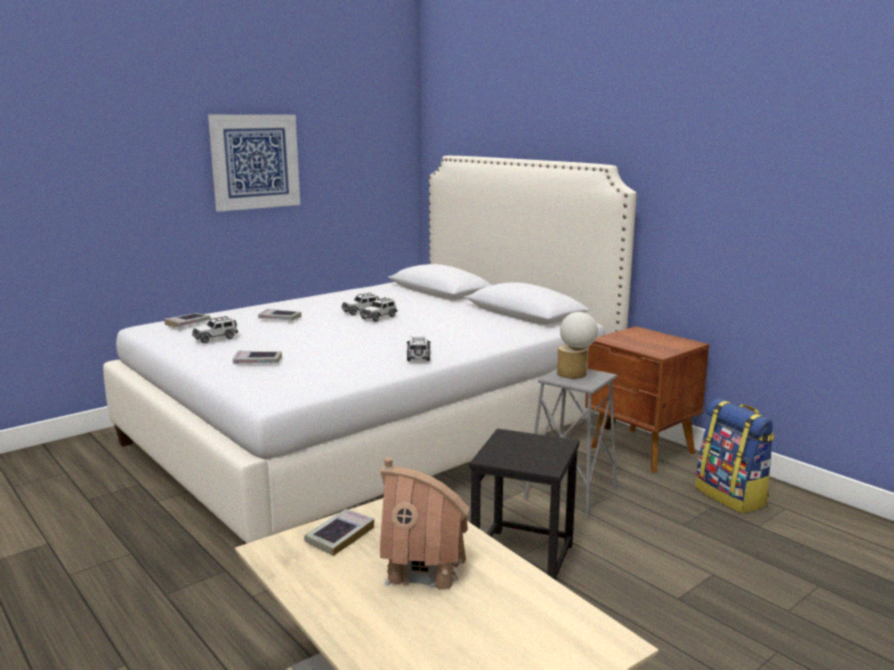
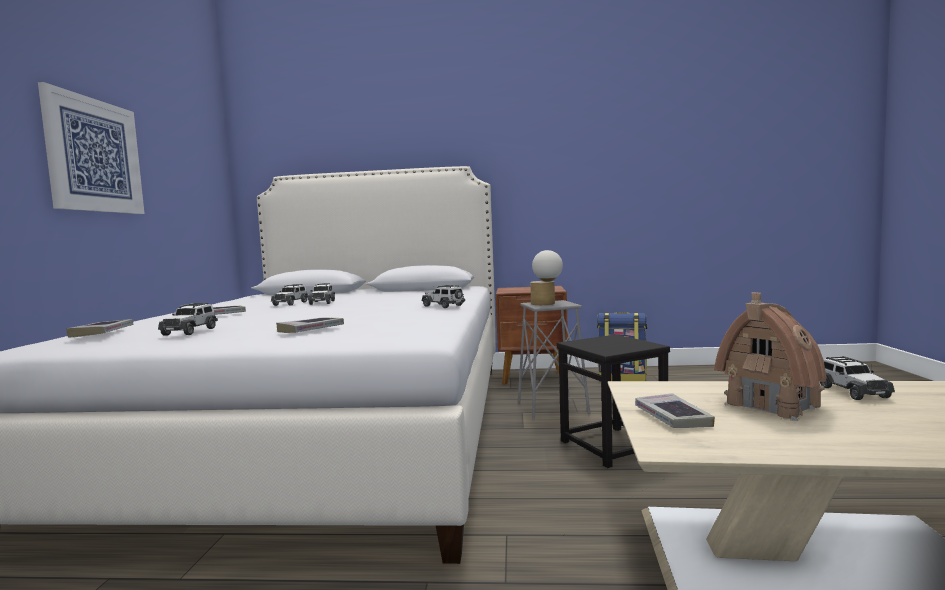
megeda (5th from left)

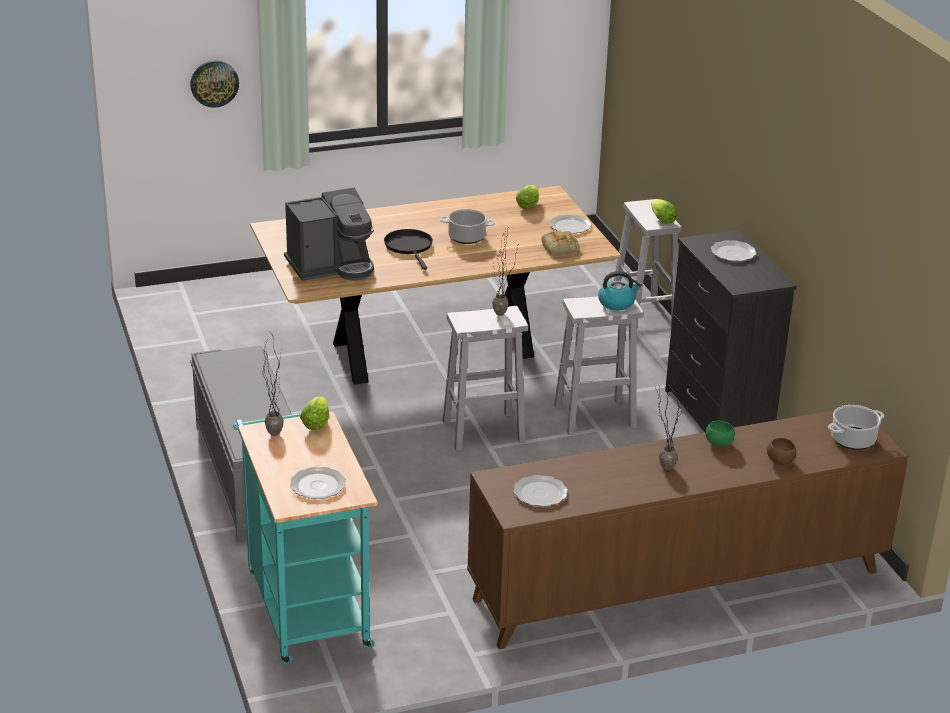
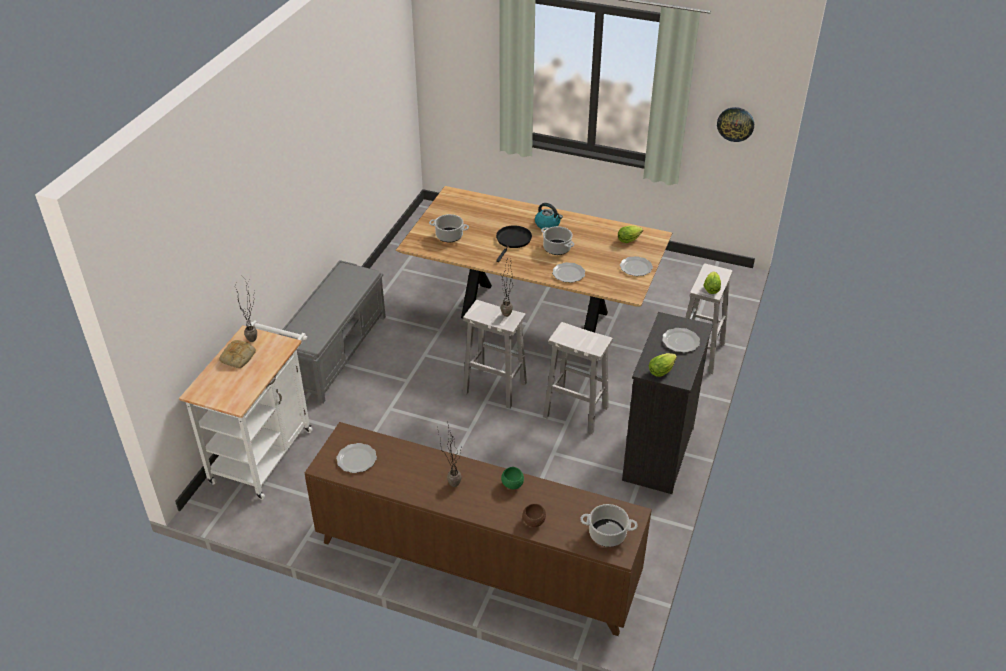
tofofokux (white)
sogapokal
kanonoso (1st from left)
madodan
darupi (2nd from left)
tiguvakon (2nd from left)
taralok

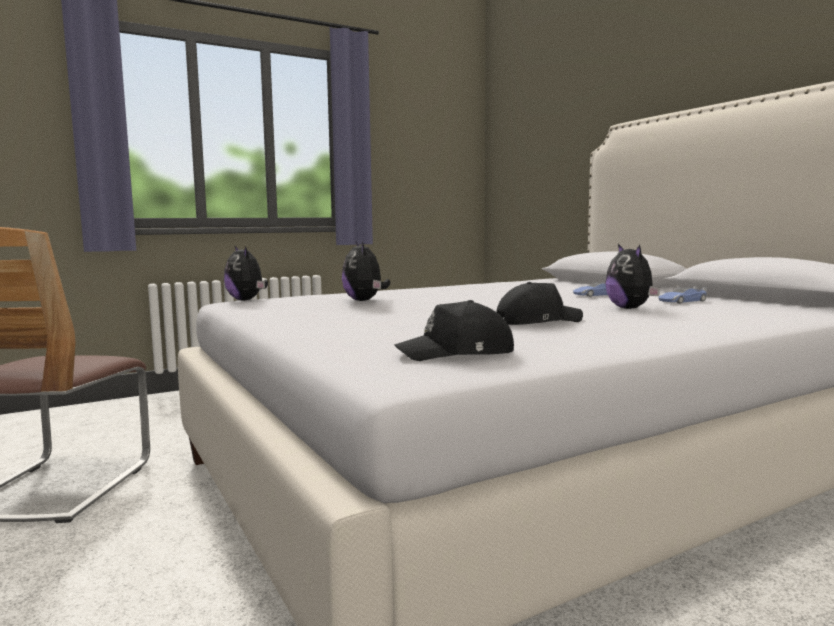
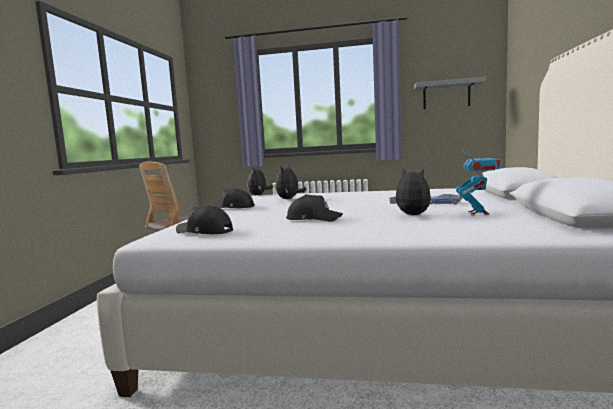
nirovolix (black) (2nd from left)
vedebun (3rd from left)
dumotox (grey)
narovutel

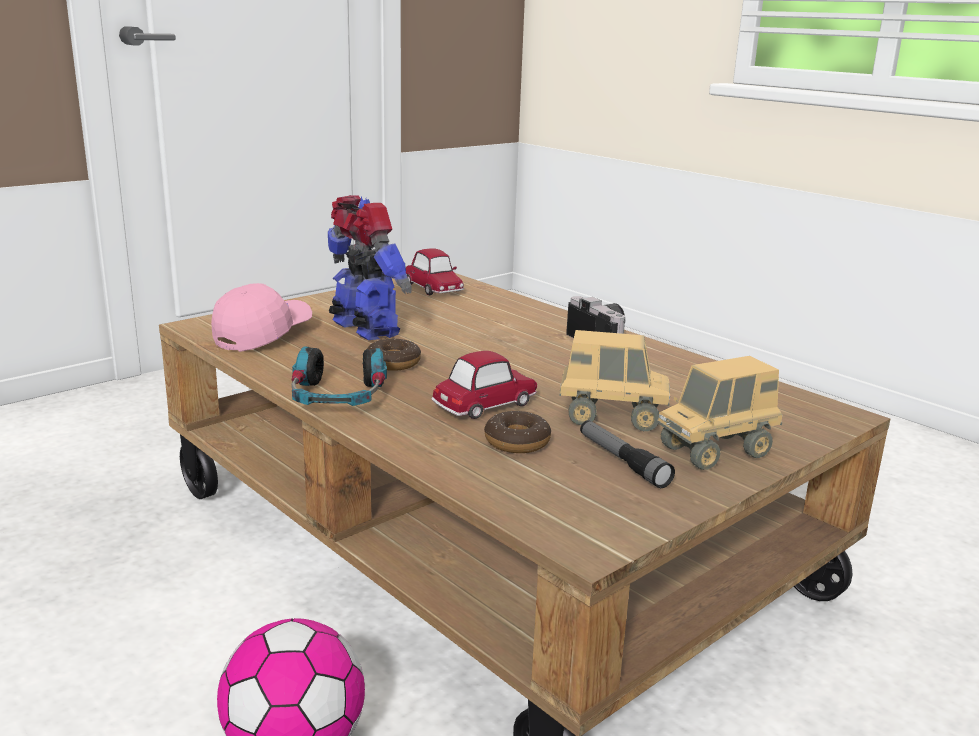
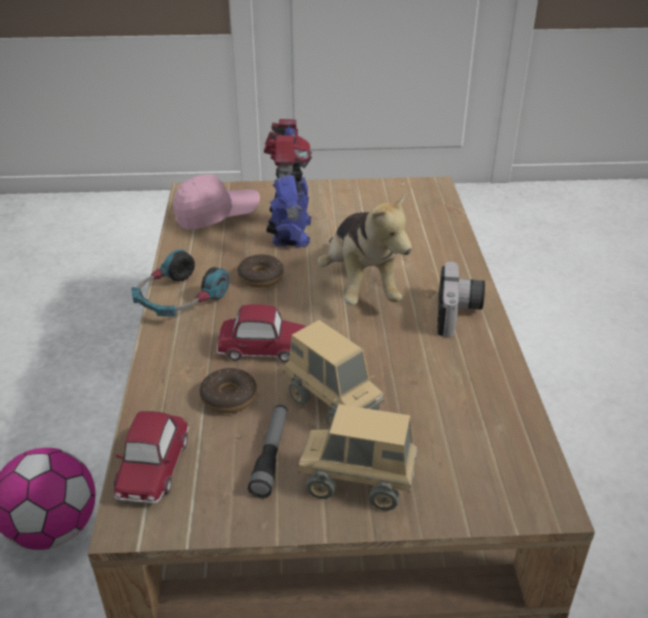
megeda (1st from left)
vedebun

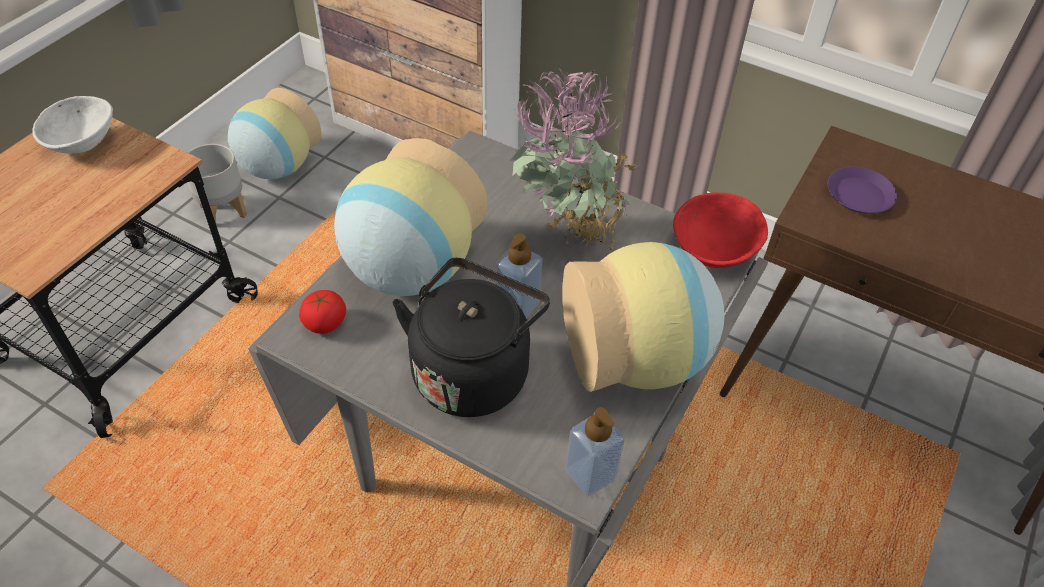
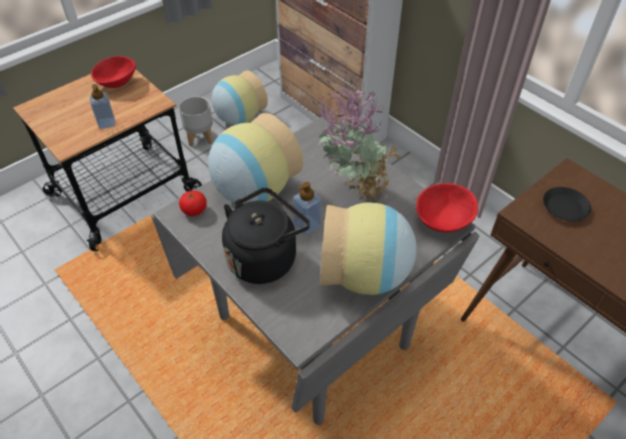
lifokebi (1st from left)
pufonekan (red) (1st from left)
darupi (black)

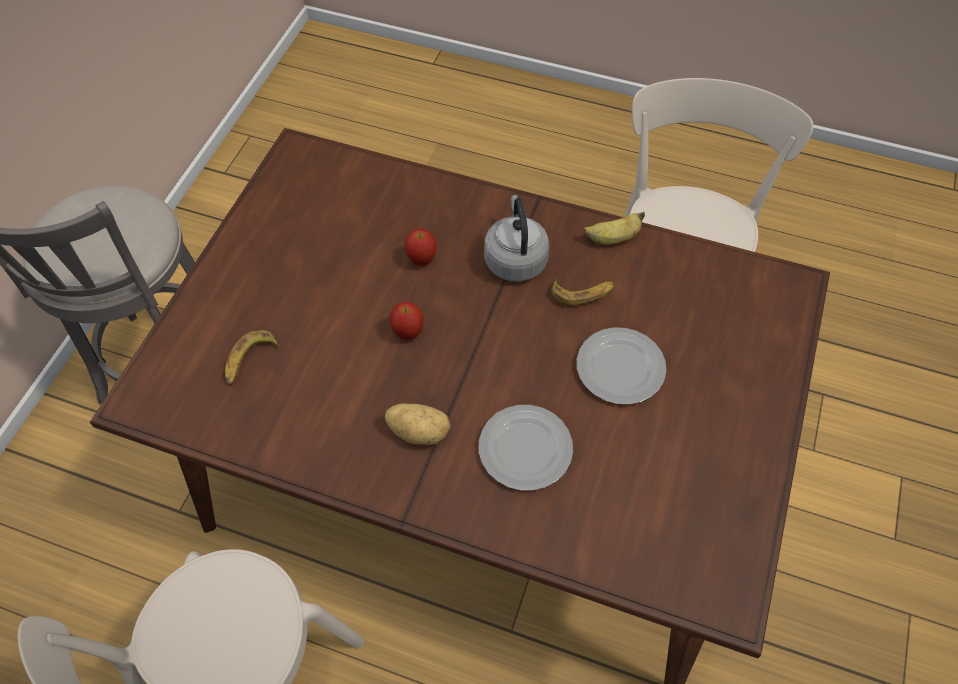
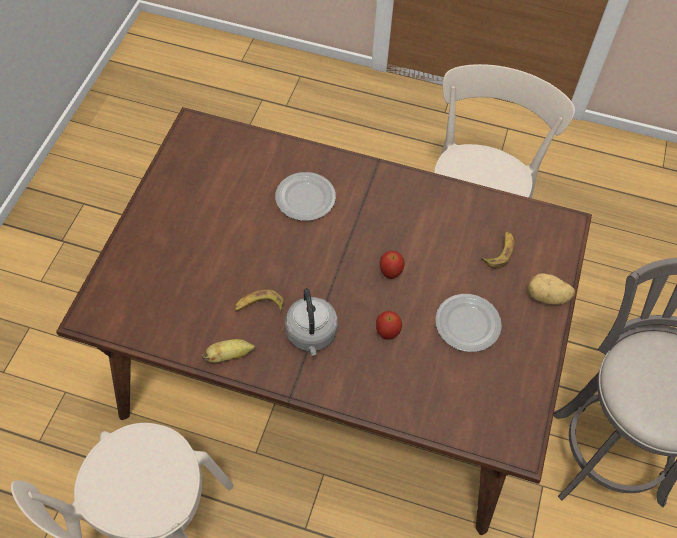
darupi (2nd from left)
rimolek

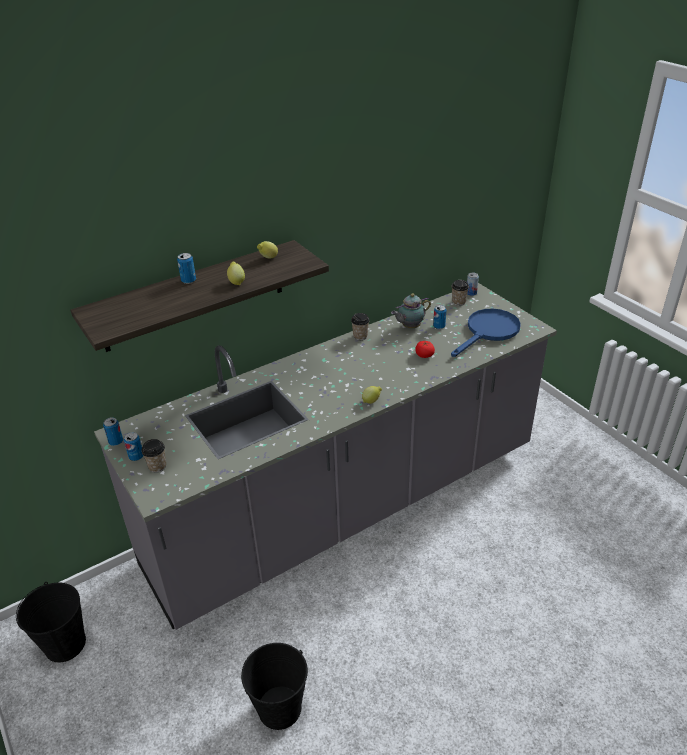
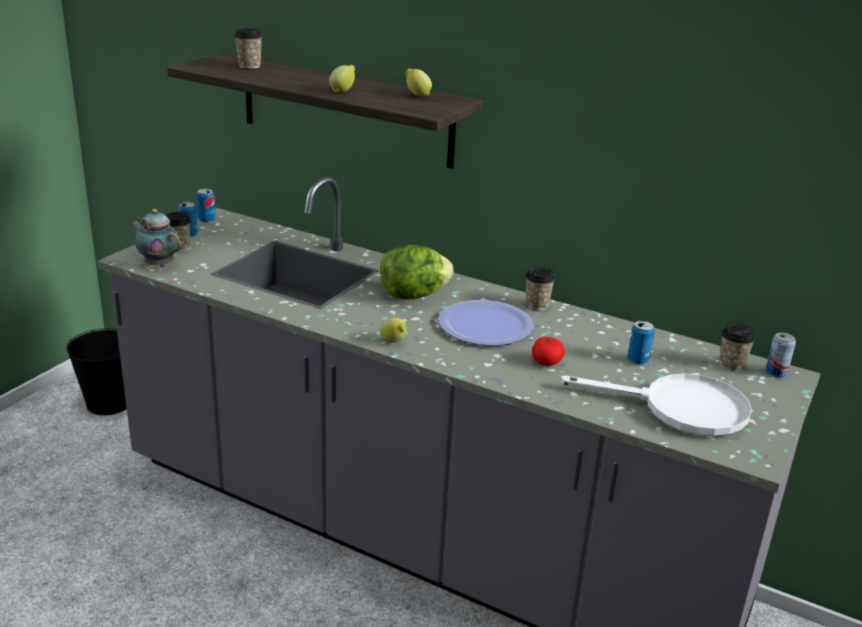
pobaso
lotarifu (2nd from left)
tiguvakon
darupi
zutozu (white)
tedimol (3rd from left in the first image)
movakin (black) (2nd from left in the first image)

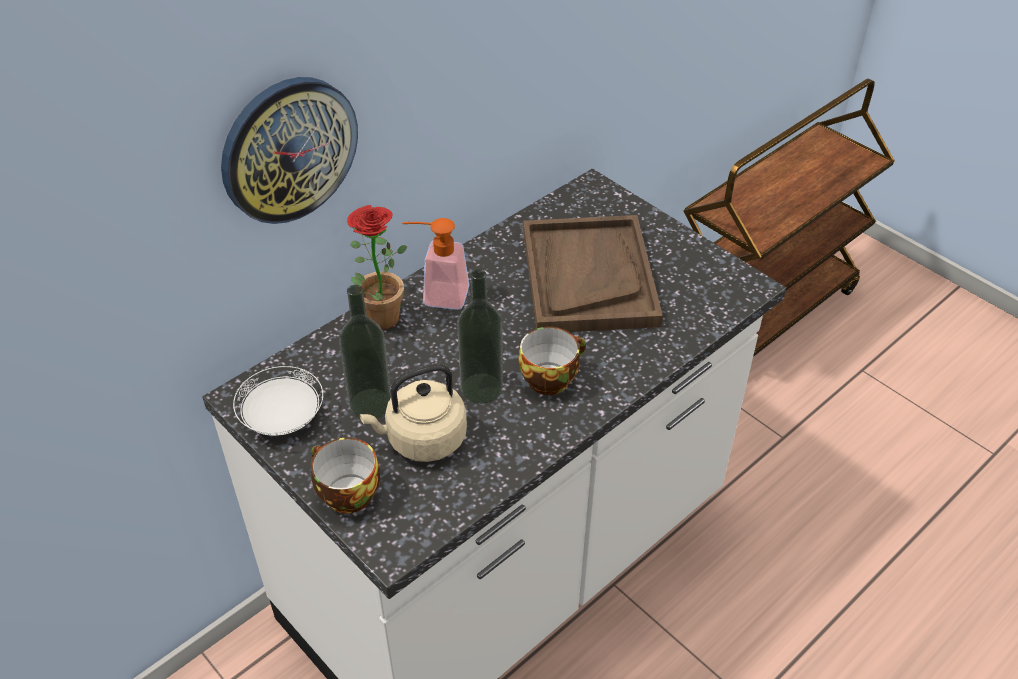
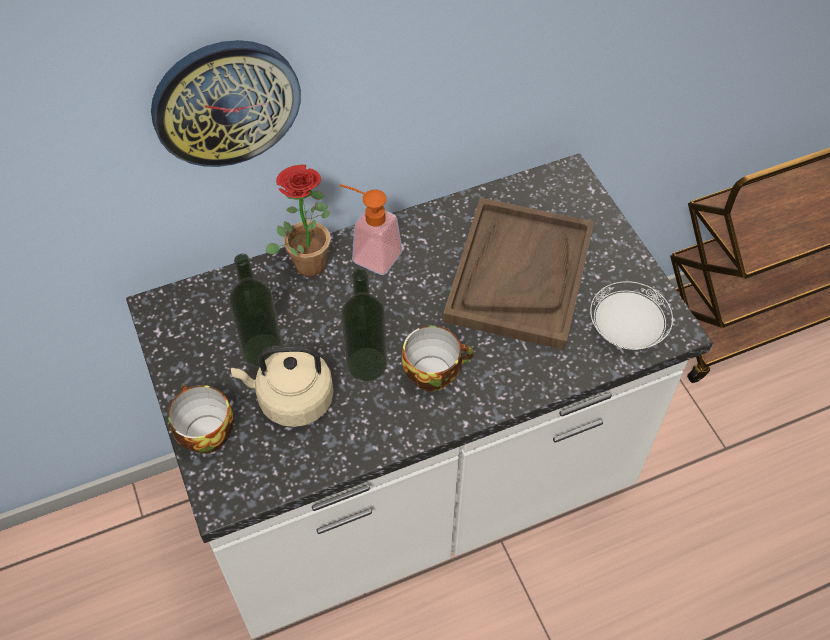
darupi (white)

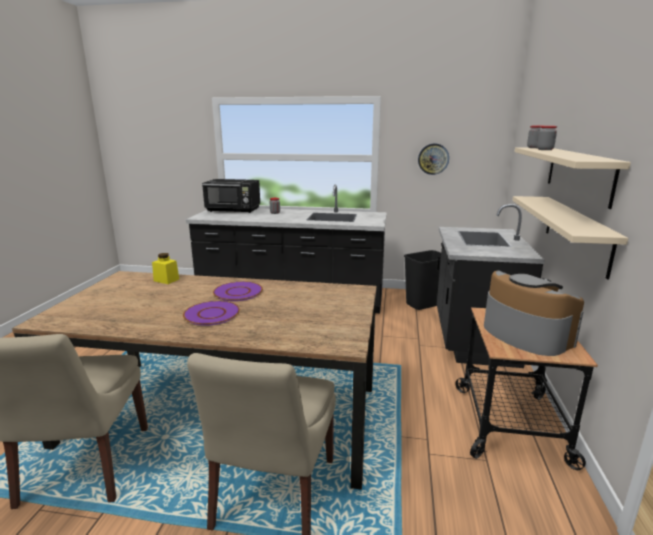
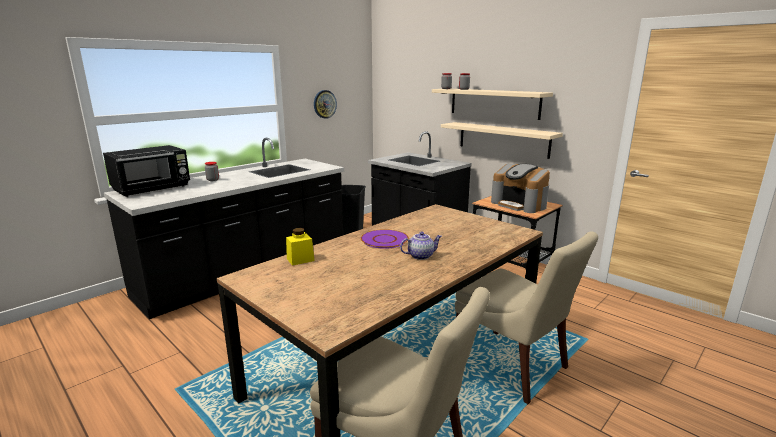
pobaso
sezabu

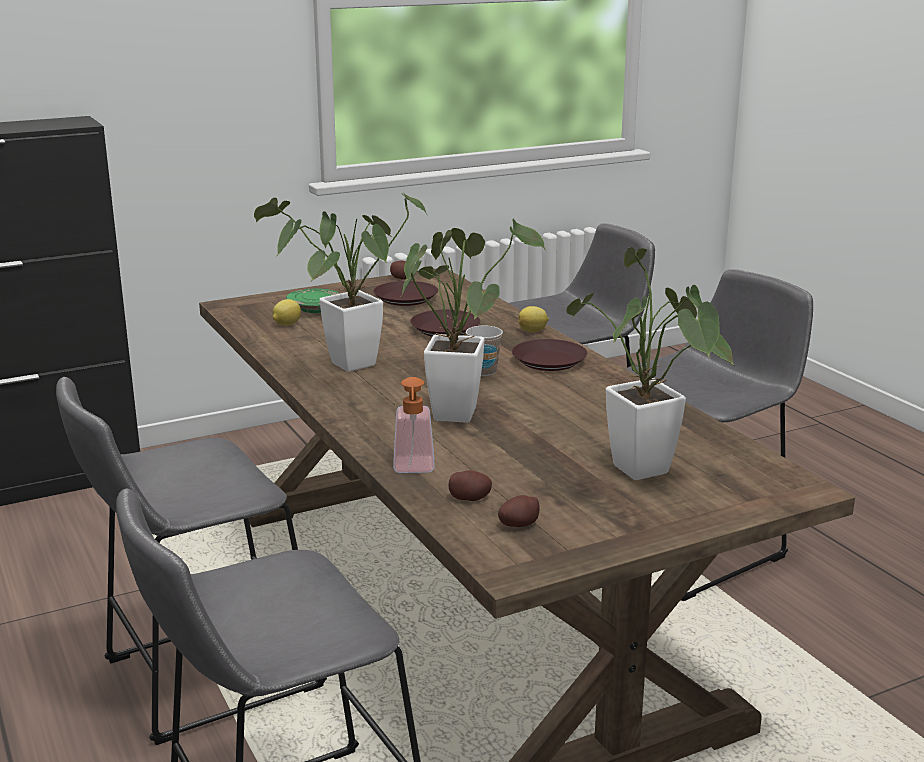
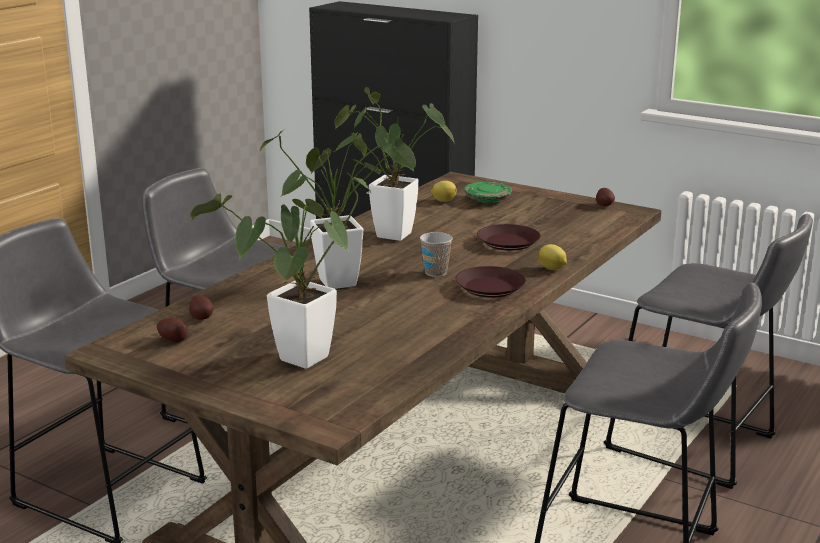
darupi (brown) (1st from left in the first image)
lifokebi

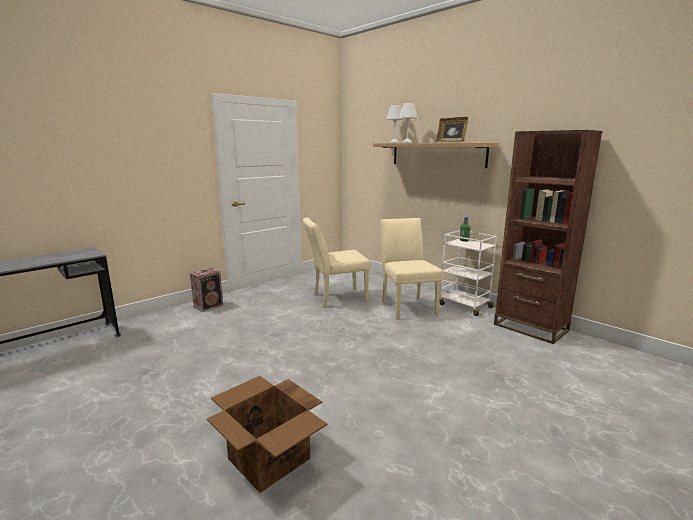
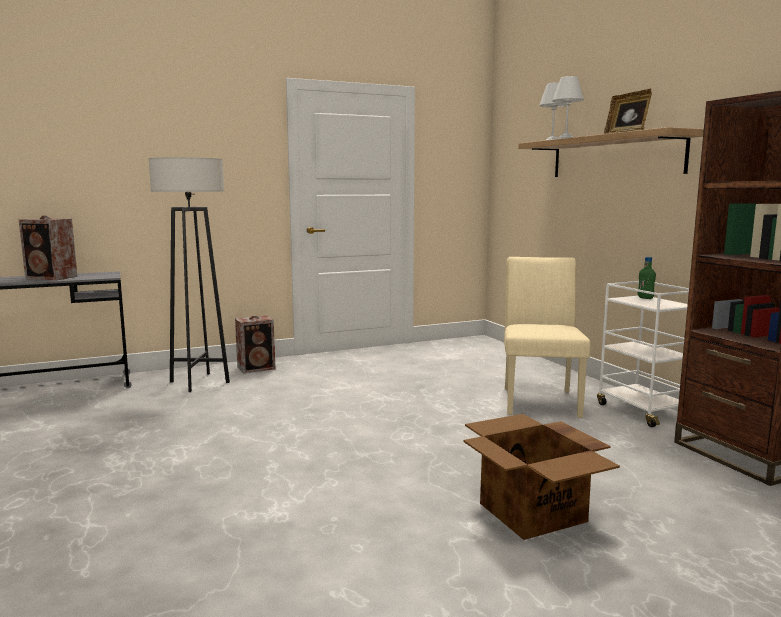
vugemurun (1st from left)
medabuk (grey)
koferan
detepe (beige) (1st from left in the first image)

